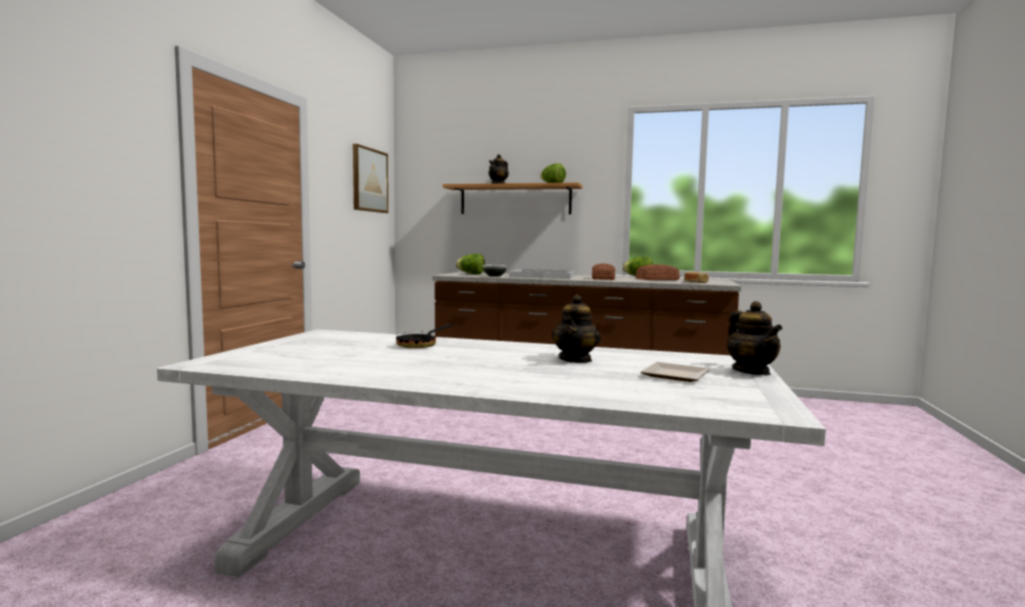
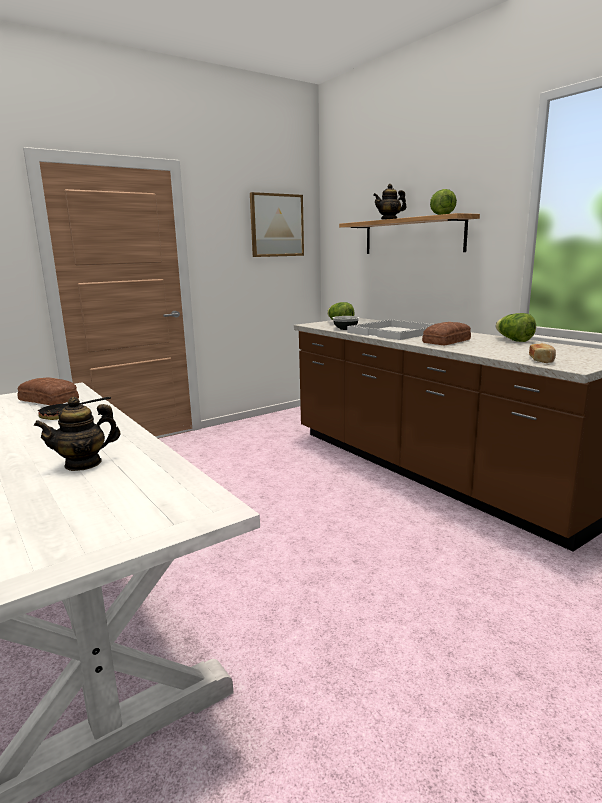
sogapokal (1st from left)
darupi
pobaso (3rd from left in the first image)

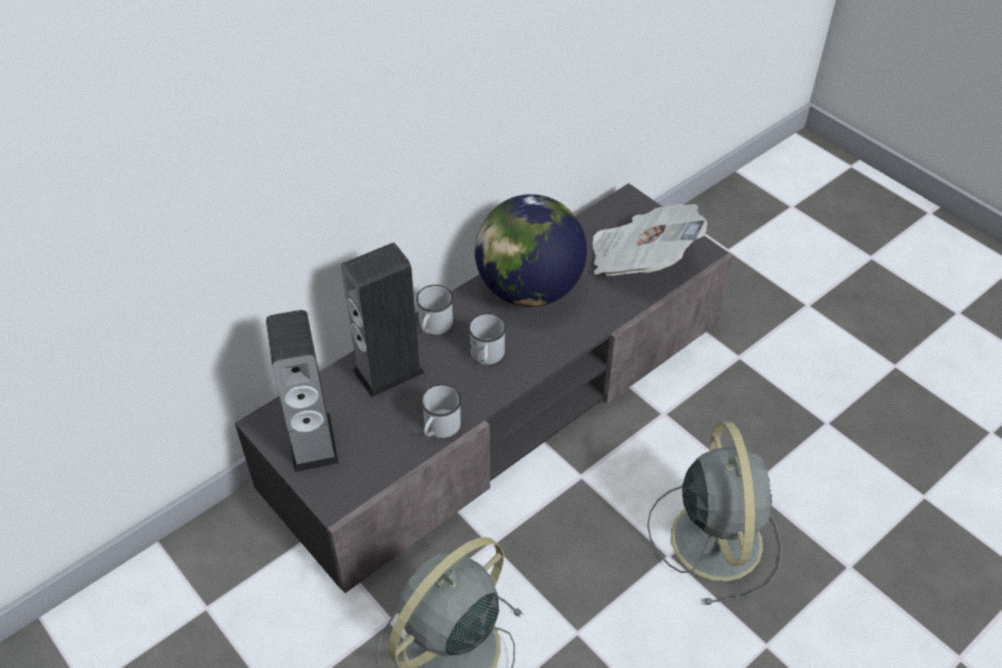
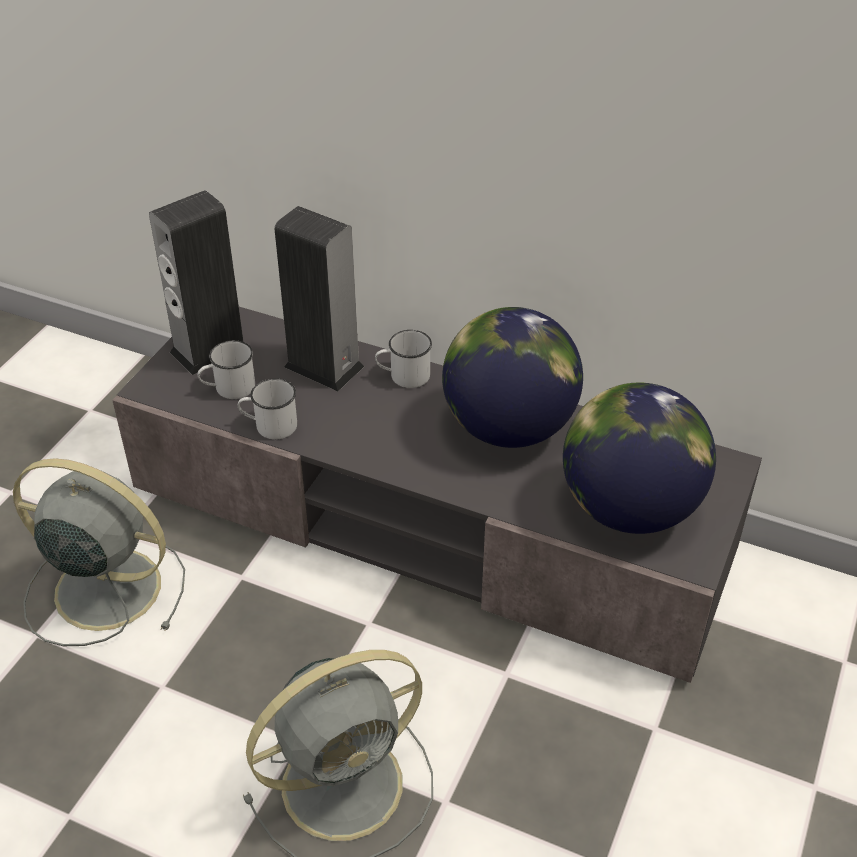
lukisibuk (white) (1st from left)
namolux (2nd from left)

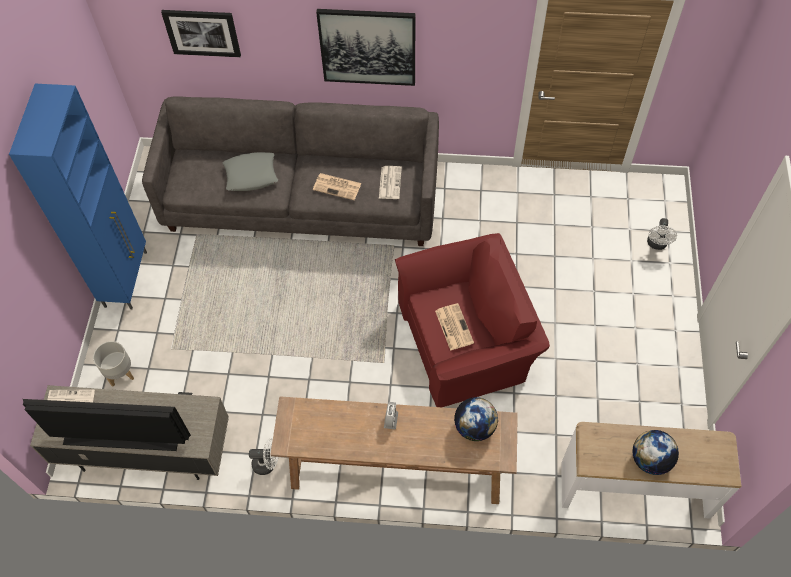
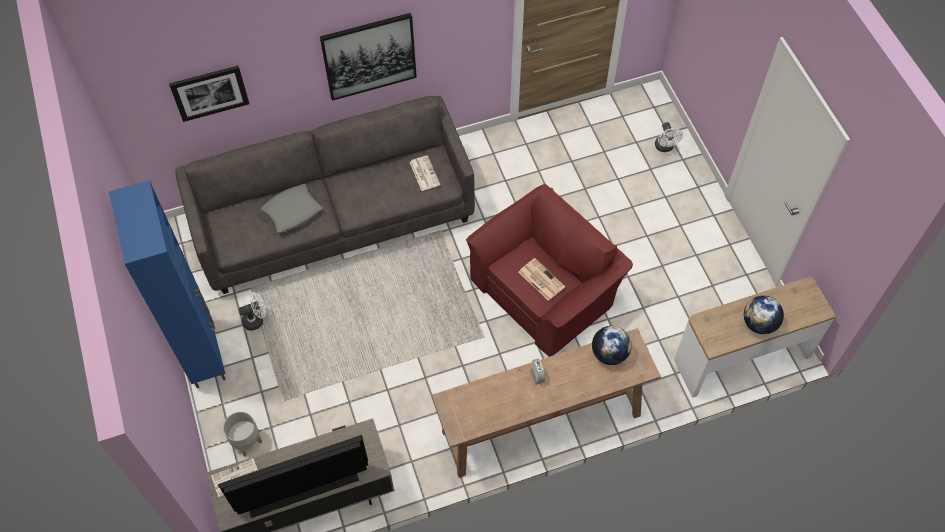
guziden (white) (1st from left)
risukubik (2nd from left in the first image)

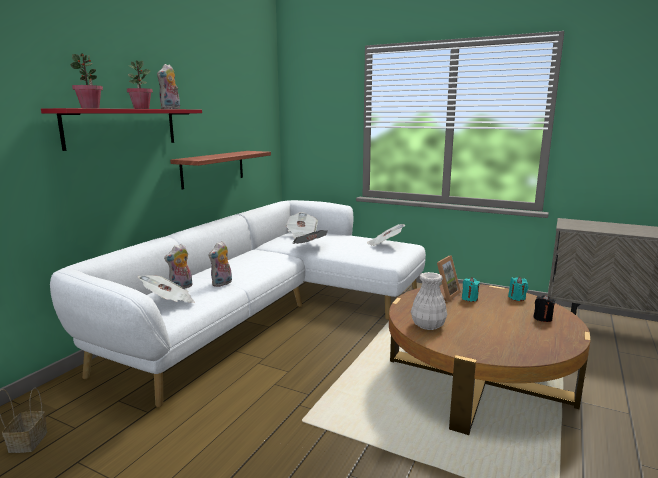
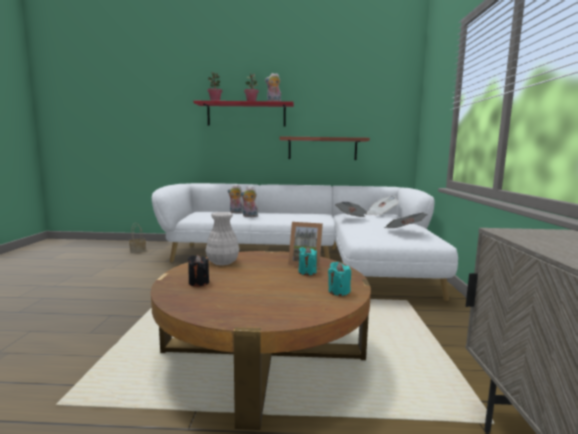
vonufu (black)
risukubik (1st from left in the first image)

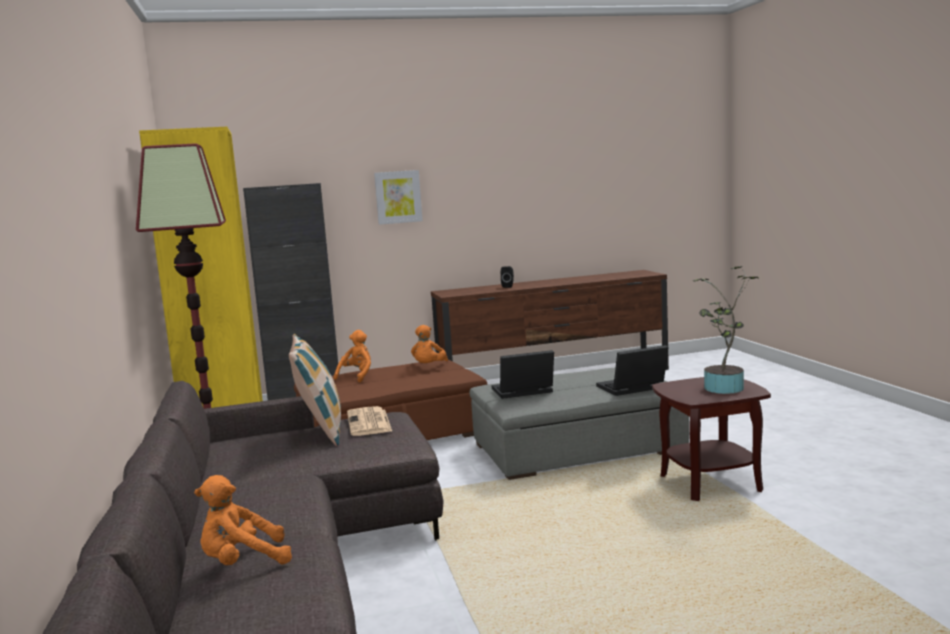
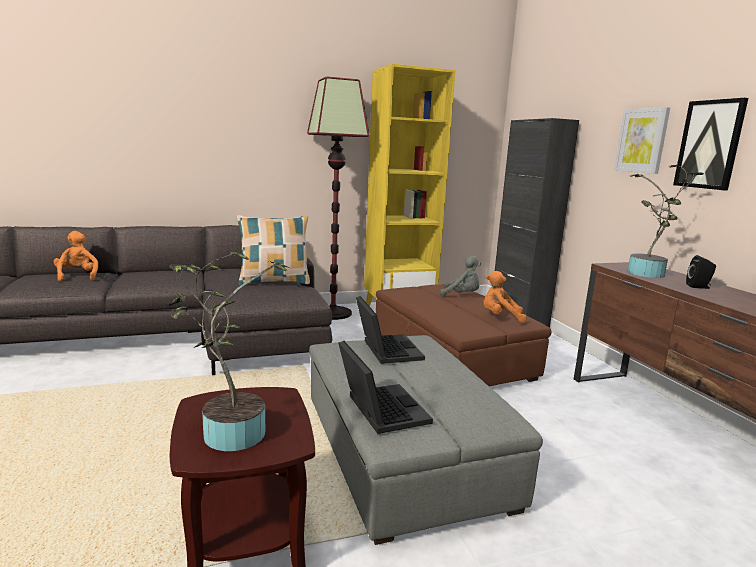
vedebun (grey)
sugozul (2nd from left)
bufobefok (2nd from left)
risukubik

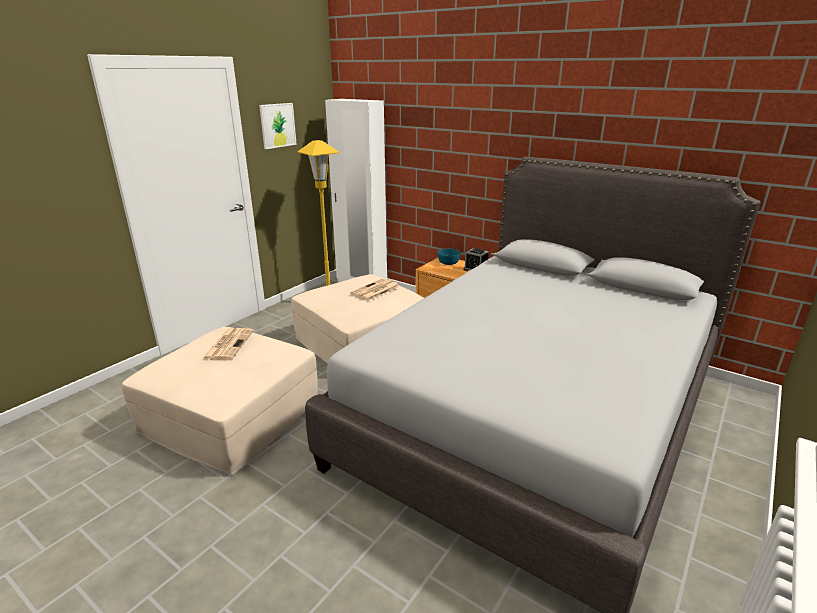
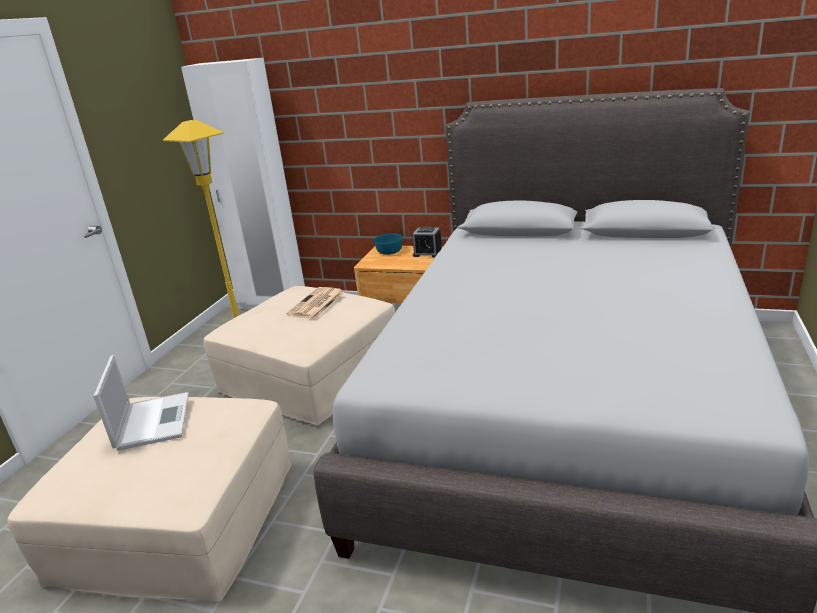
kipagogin
bufobefok

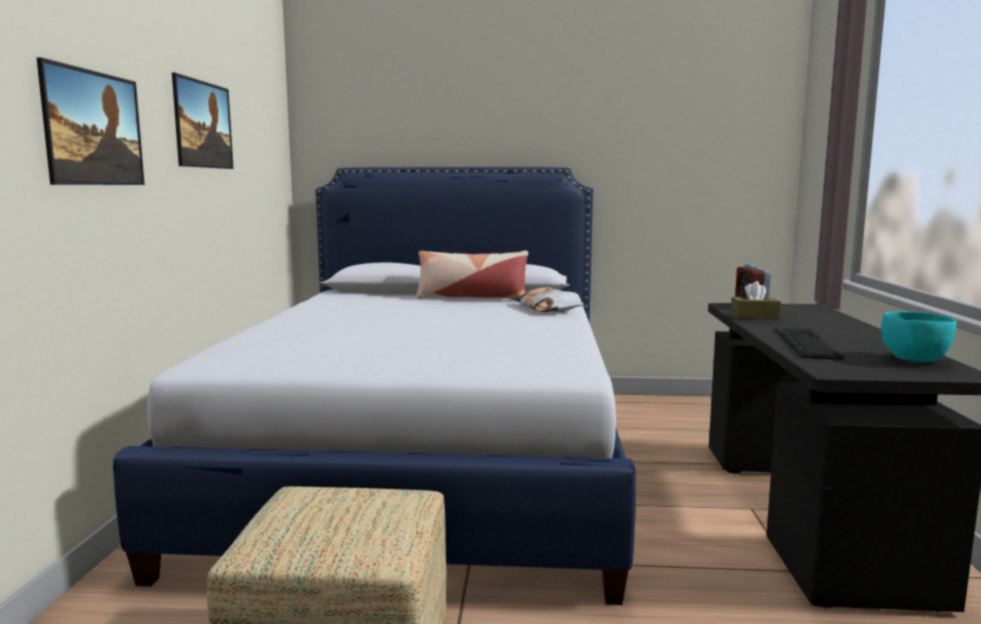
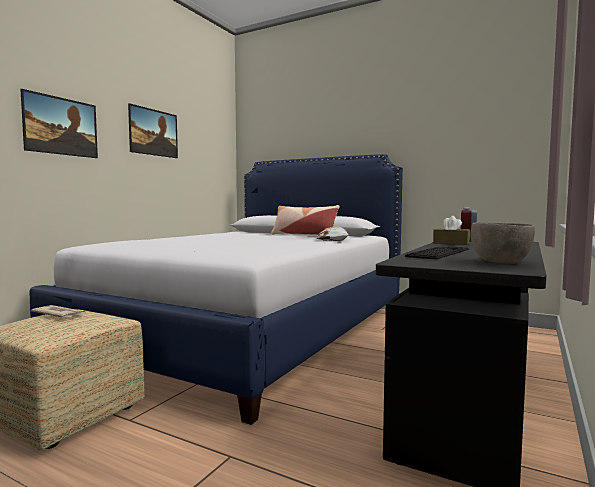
risukubik
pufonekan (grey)

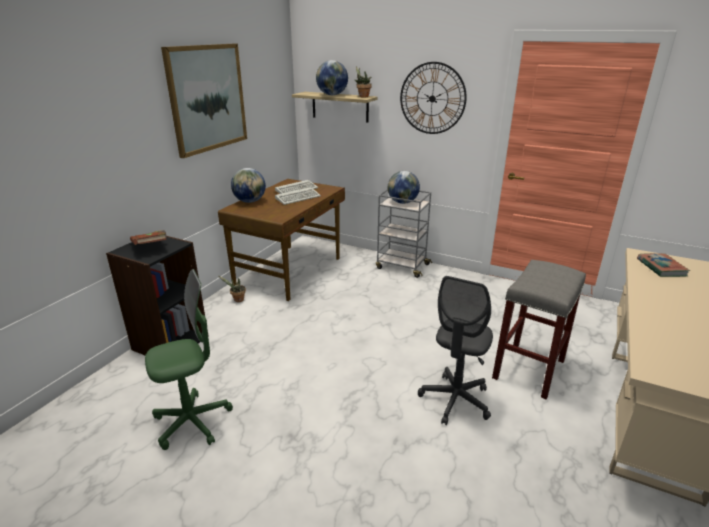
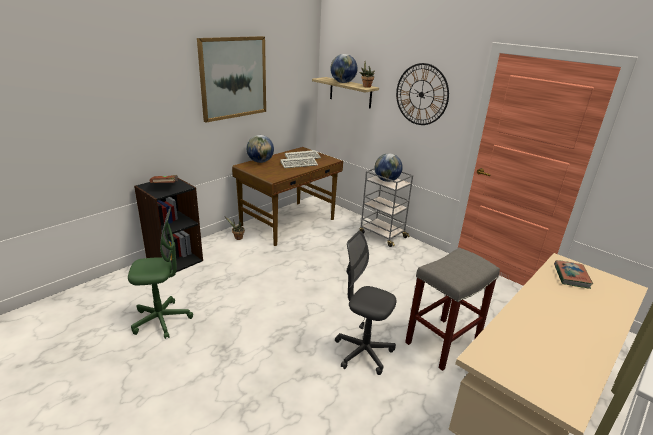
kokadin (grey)

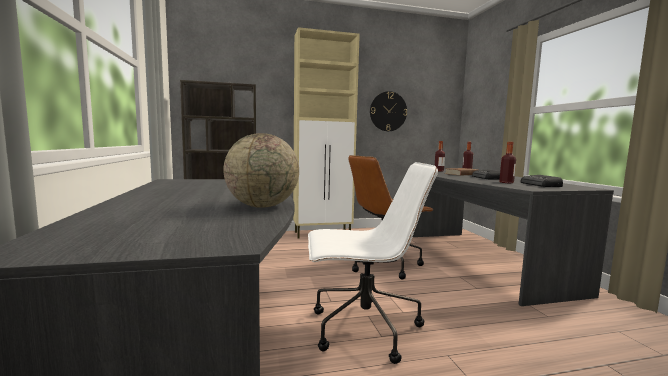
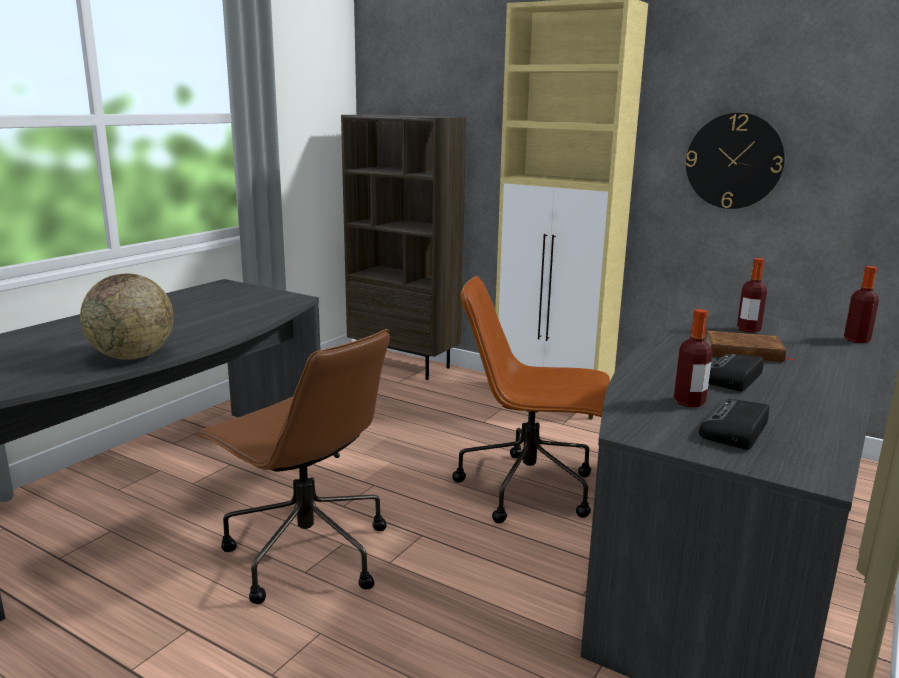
kokadin (brown) (1st from left)

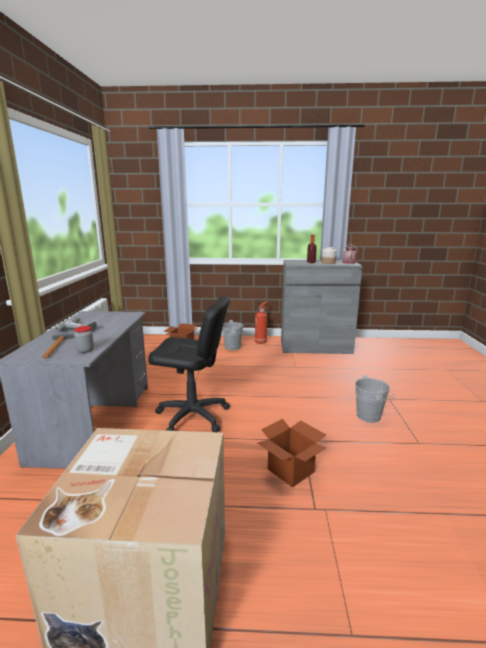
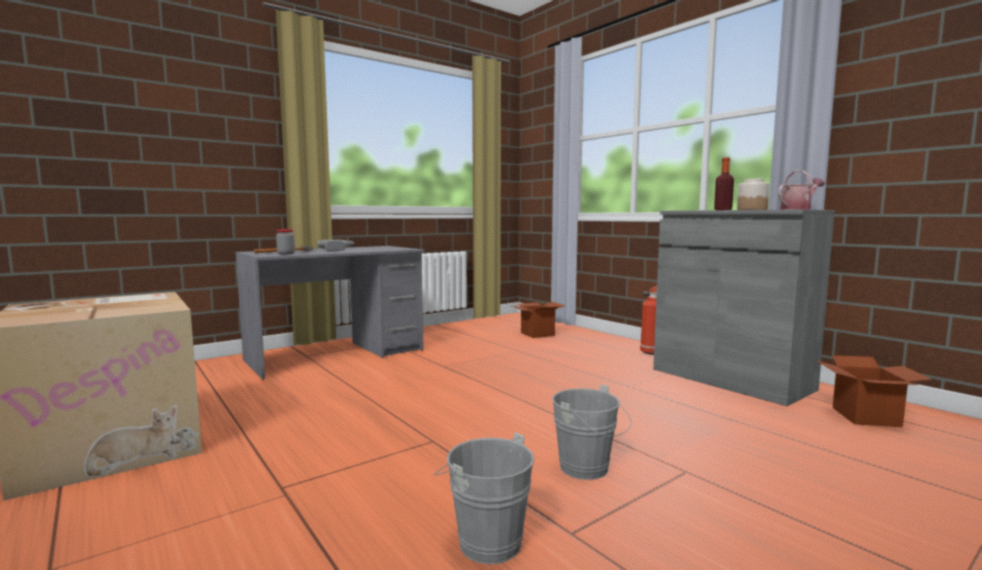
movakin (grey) (1st from left)
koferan (3rd from left)
kokadin (black)

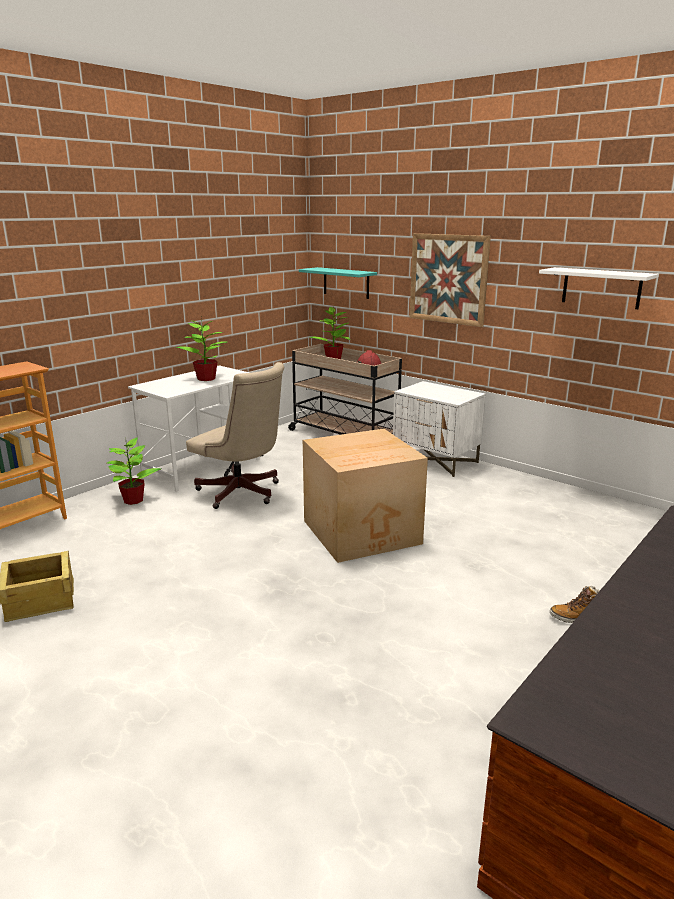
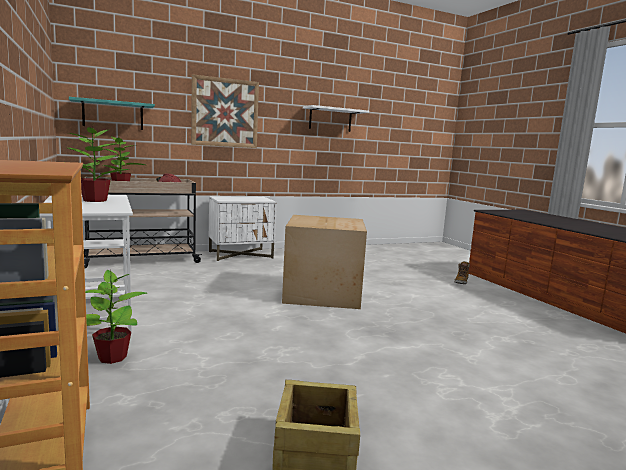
kokadin (beige)

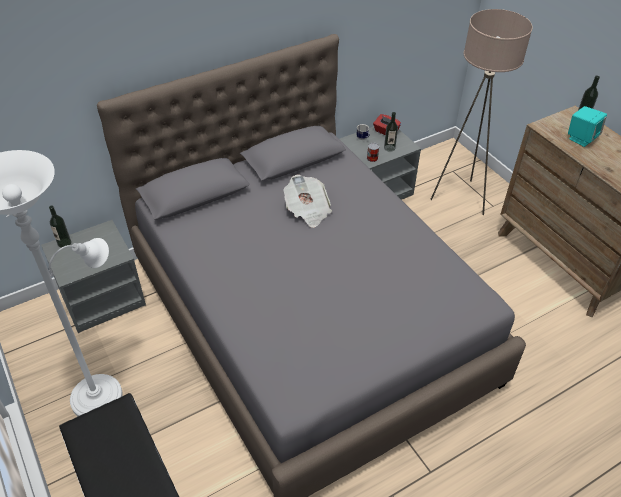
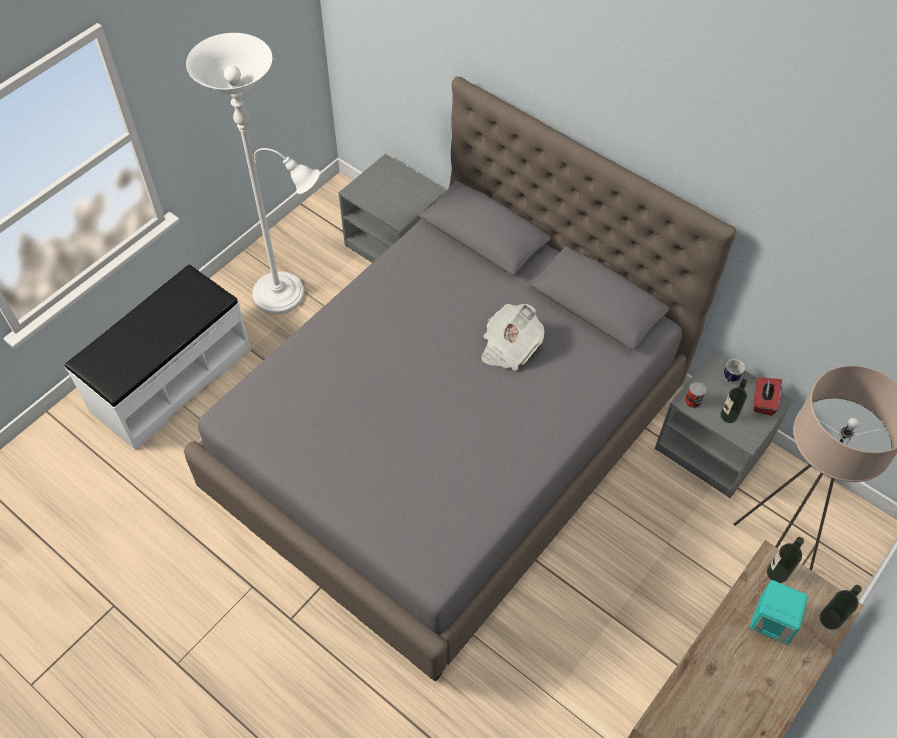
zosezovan (2nd from left)

